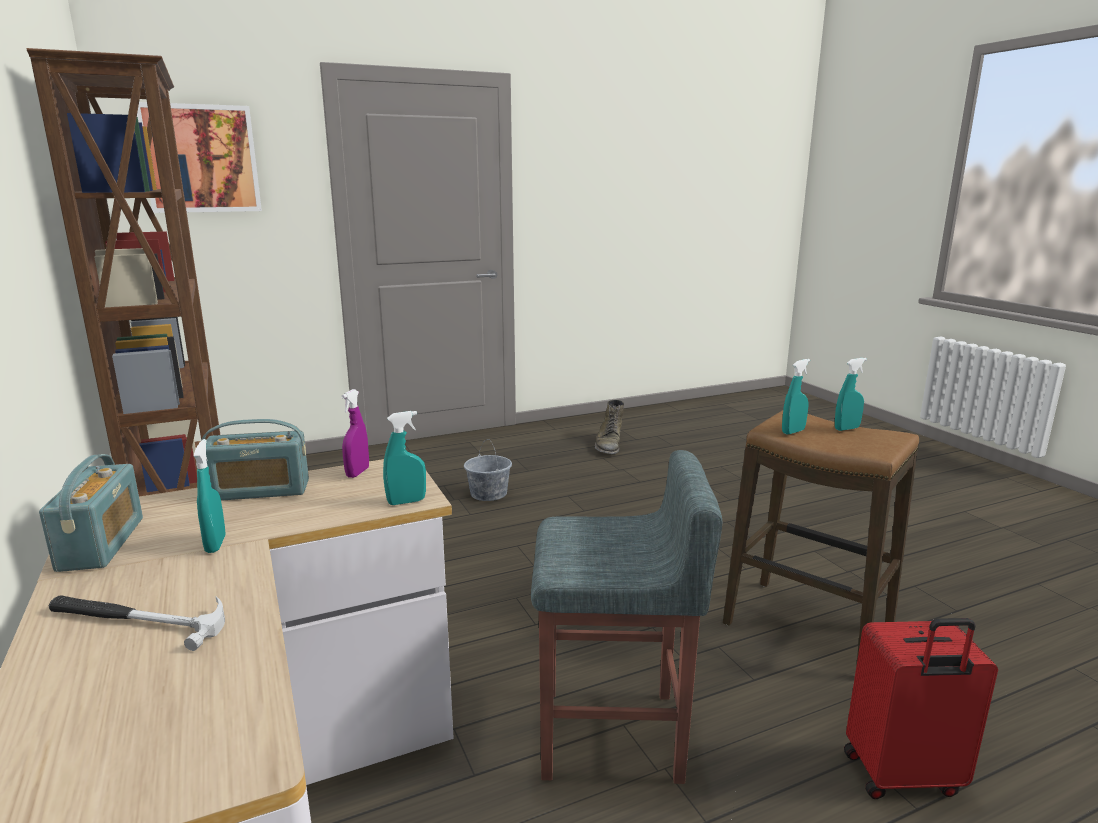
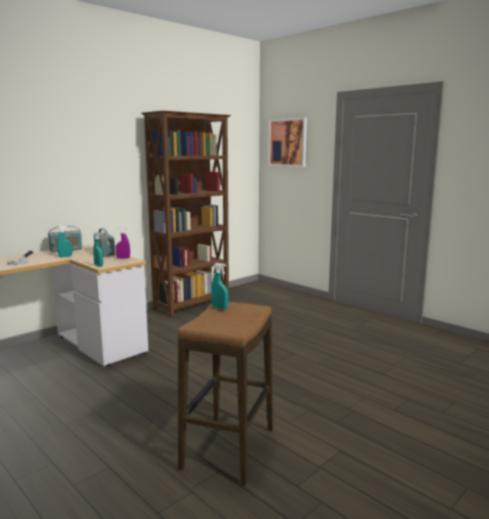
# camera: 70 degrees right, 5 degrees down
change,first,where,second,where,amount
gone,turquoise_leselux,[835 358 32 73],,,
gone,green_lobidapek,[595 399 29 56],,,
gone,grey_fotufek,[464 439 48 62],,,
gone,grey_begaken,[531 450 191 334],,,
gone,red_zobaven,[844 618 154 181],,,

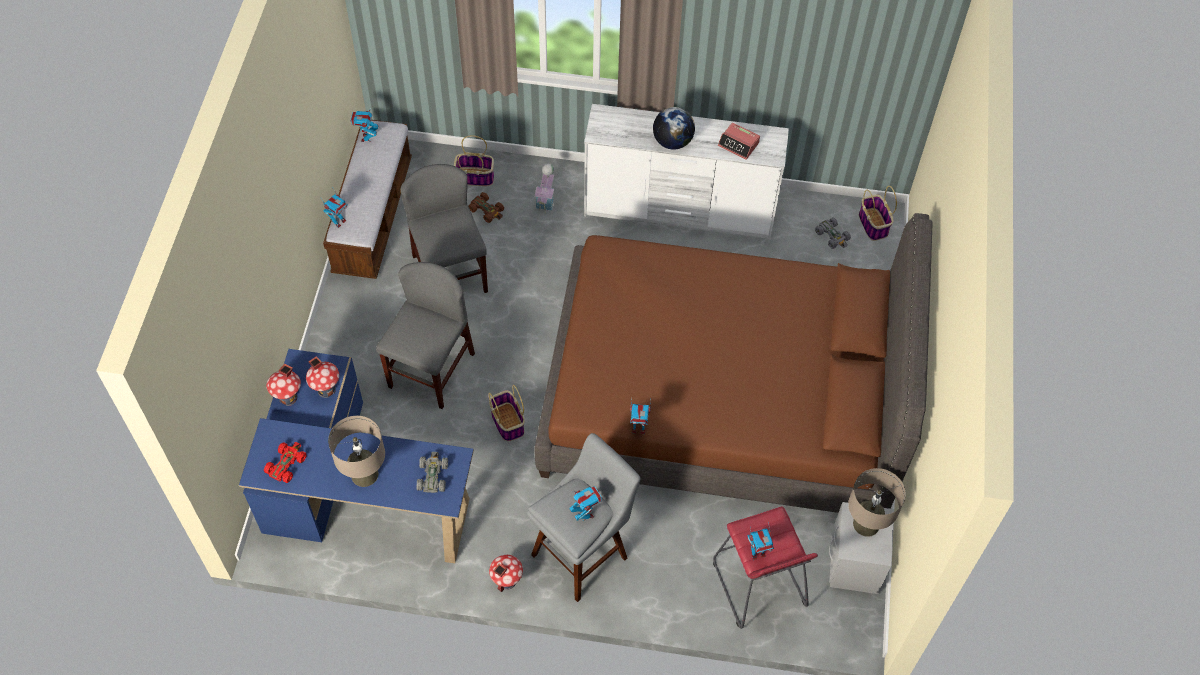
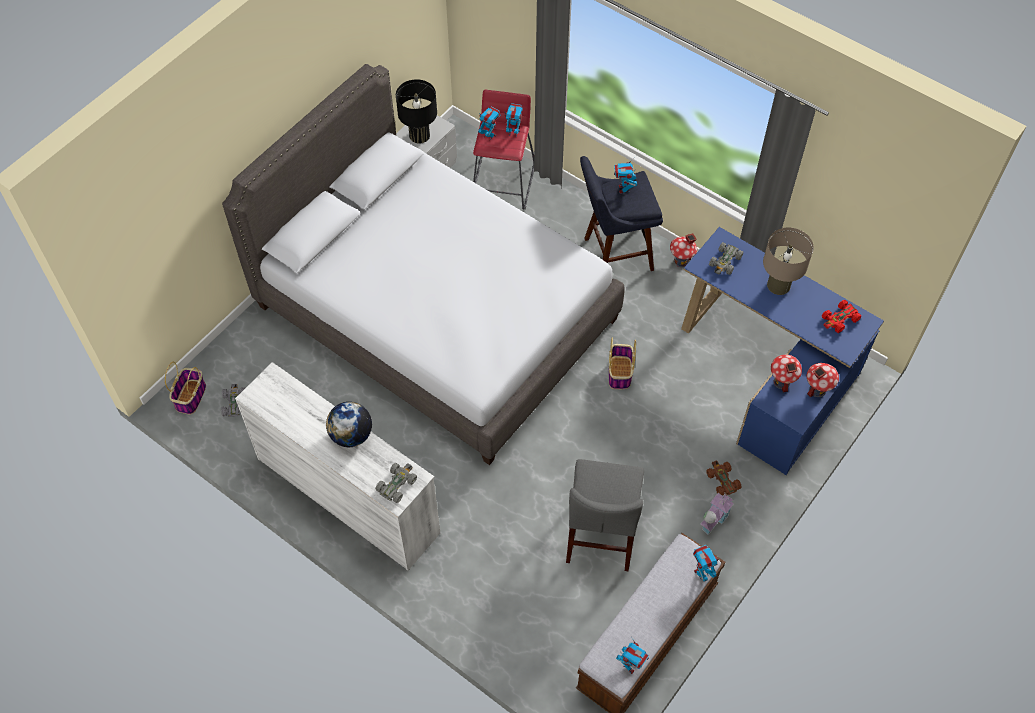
# camera: 150 degrees left, 0 degrees up
change,first,where,second,where,amount
gone,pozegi,[718 123 42 37],,,
gone,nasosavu,[454 136 40 50],,,
shifted,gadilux,[535 163 19 51],,[701 493 33 42],
shifted,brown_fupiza,[468 192 36 31],,[706 461 36 35],
repainted,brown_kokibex,[535 213 398 300],grey_kokibex,[222 64 403 401],
gone,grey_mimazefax,[376 262 99 147],,,
shifted,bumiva,[630 400 21 34],,[478 106 22 35],
repainted,grey_begaken,[527 433 114 169],blue_begaken,[580 156 83 115],
repainted,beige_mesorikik,[848 468 58 69],black_mesorikik,[396 79 41 64],
new,,,grey_fupiza,[375 463 42 40],

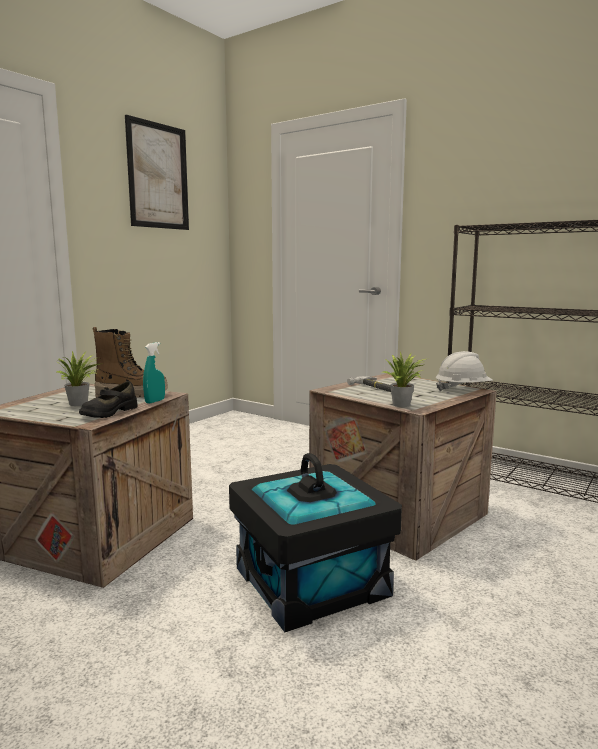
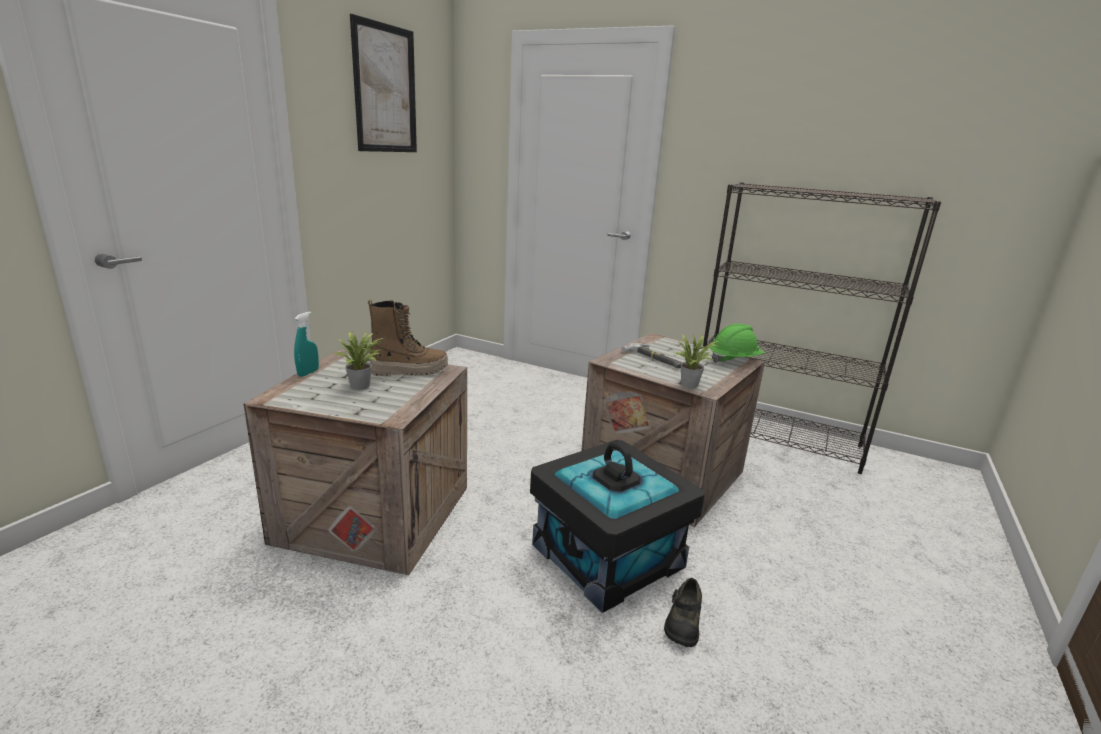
# camera: 10 degrees left, 10 degrees up
change,first,where,second,where,amount
shifted,turquoise_leselux,[143 342 22 62],,[294 312 25 65],
repainted,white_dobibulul,[436 351 57 41],green_dobibulul,[710 324 54 39],
shifted,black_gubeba,[79 381 59 37],,[664 578 38 69],

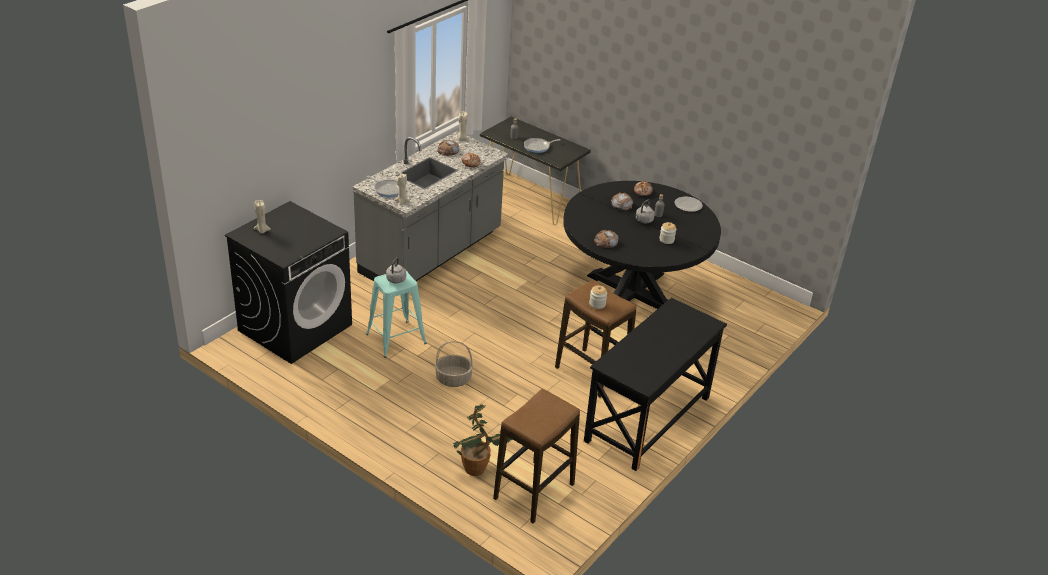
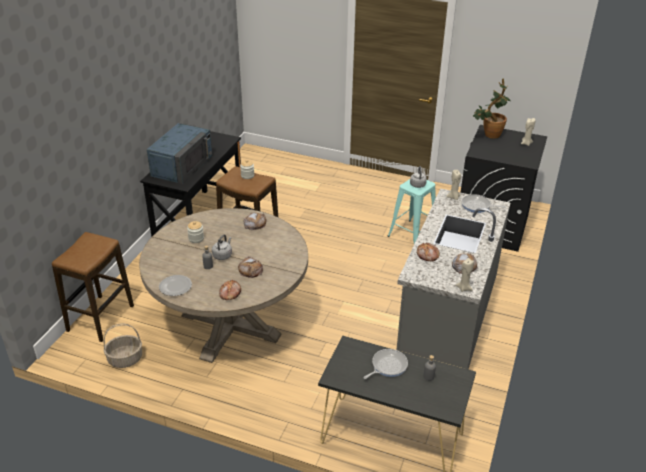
# camera: 165 degrees right, 0 degrees up
change,first,where,second,where,amount
repainted,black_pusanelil,[563 181 158 128],beige_pusanelil,[139 208 169 155],
shifted,nasosavu,[435 341 38 46],,[104 324 38 44],
shifted,begaken,[493 389 87 134],,[52 232 82 110],
shifted,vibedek,[453 404 59 72],,[473 79 37 60],
new,,,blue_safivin,[147 123 65 61],

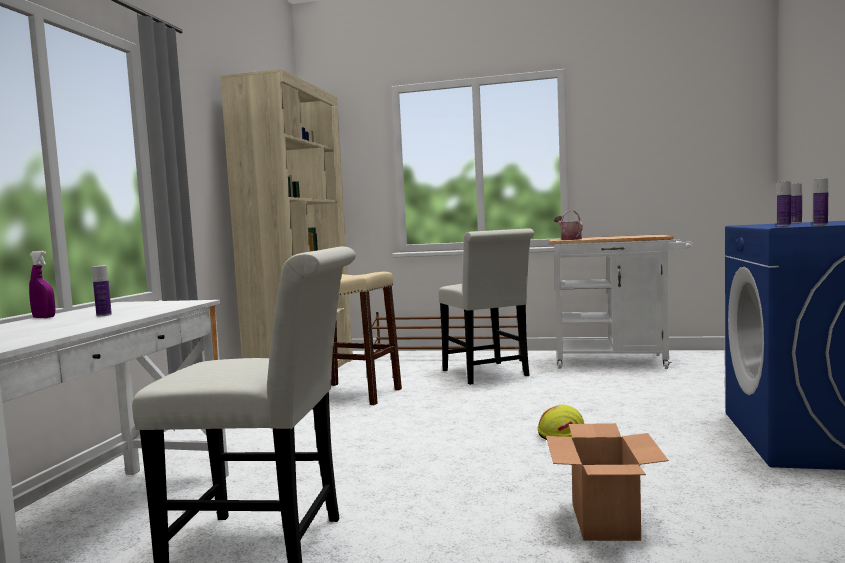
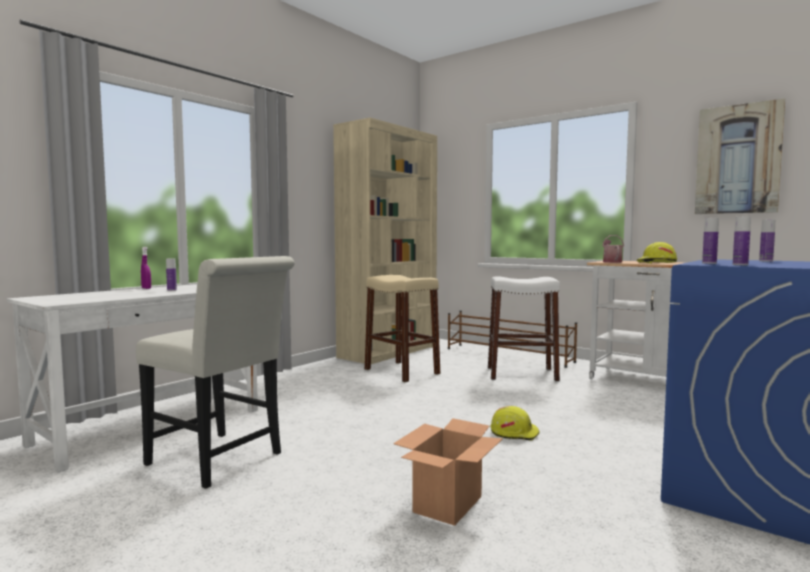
# camera: 25 degrees right, 0 degrees up
change,first,where,second,where,amount
swapped,white_mimazefax,[439 228 95 157],white_begaken,[488 276 72 106],
new,,,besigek,[695 98 90 116],
new,,,yellow_dobibulul,[637 242 40 22],

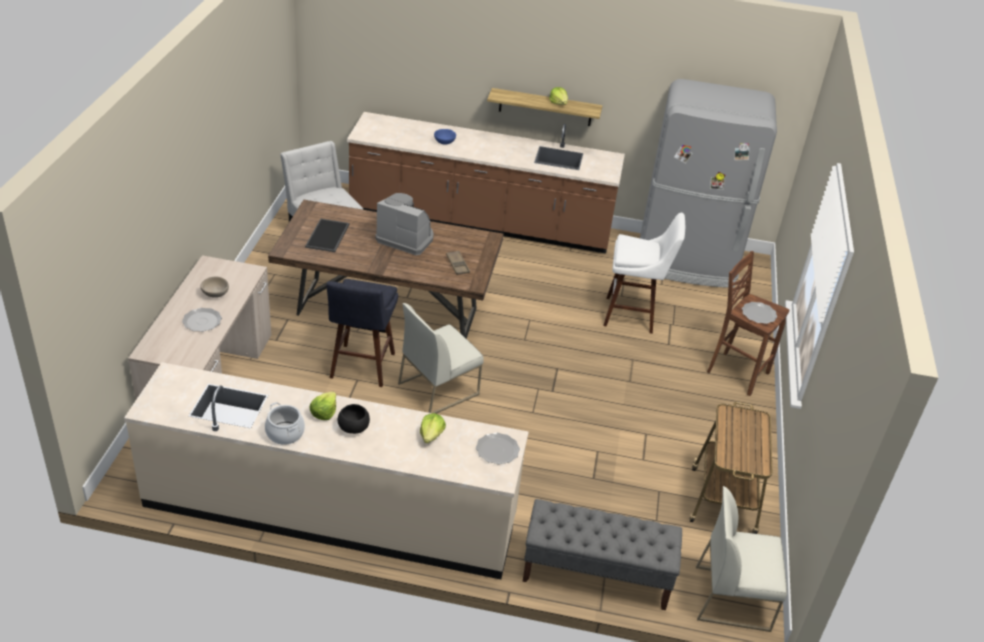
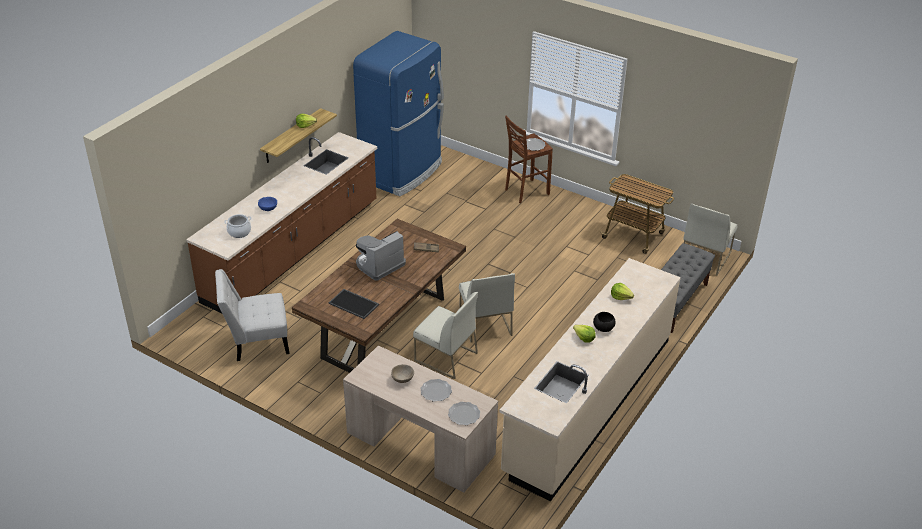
# camera: 65 degrees left, 0 degrees up
change,first,where,second,where,amount
repainted,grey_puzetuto,[640 79 137 209],blue_puzetuto,[353 31 91 165],
gone,white_begaken,[603 213 82 121],,,
swapped,blue_begaken,[326 279 72 108],white_mimazefax,[413 292 65 87],
shifted,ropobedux,[265 402 40 43],,[224 214 27 24],
shifted,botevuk,[476 433 44 32],,[448 402 32 23],

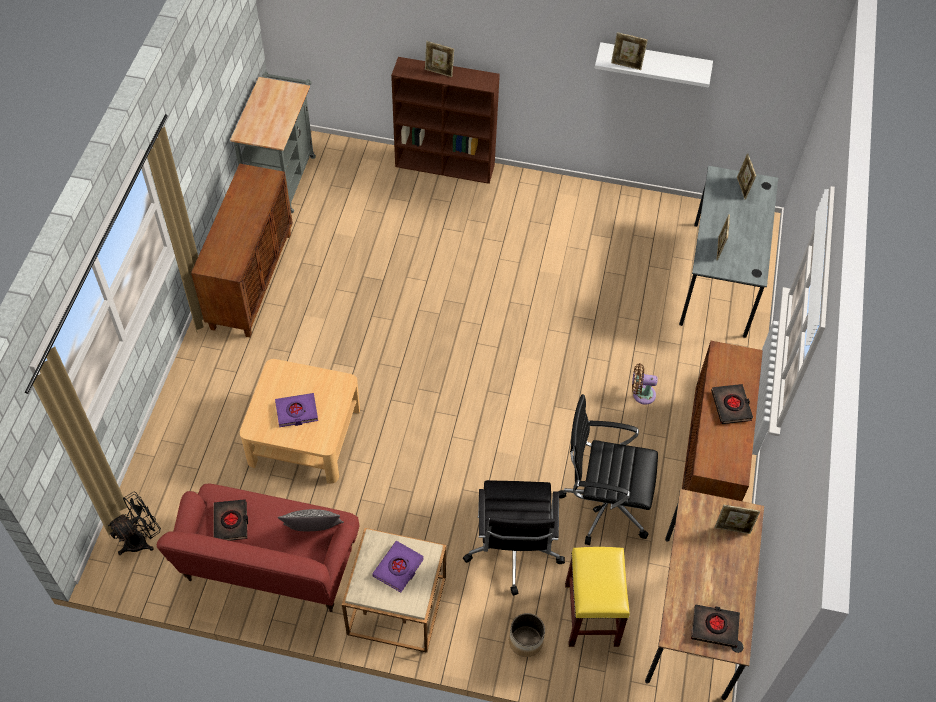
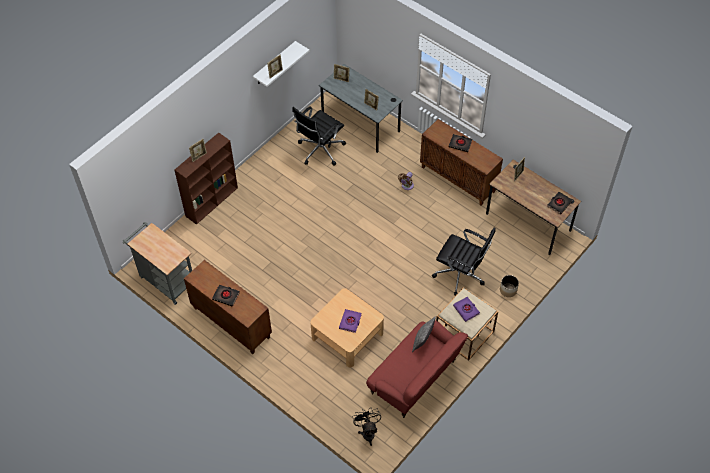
# camera: 60 degrees left, 0 degrees up
change,first,where,second,where,amount
shifted,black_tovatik,[558 394 100 151],,[292 107 54 59],
shifted,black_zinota,[213 499 35 42],,[212 285 28 21],
gone,yellow_begaken,[565 547 65 100],,,

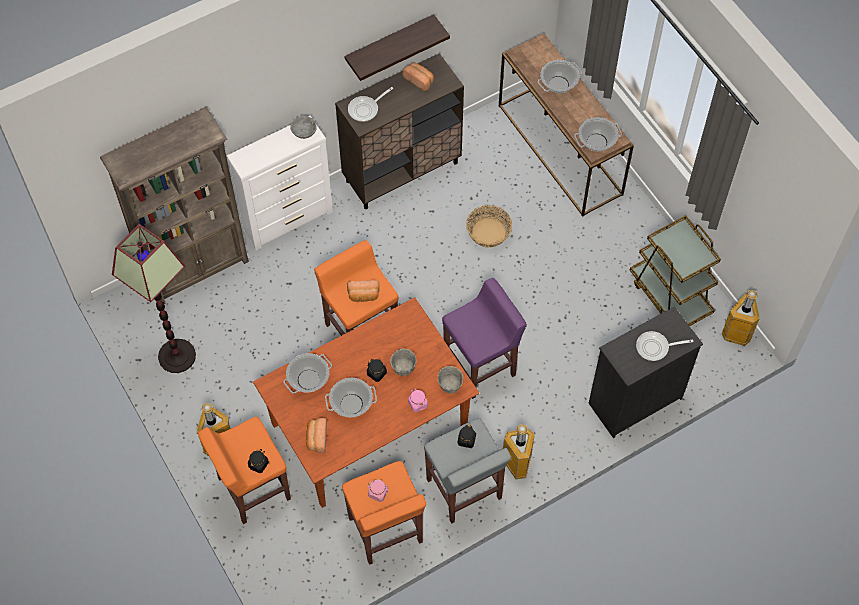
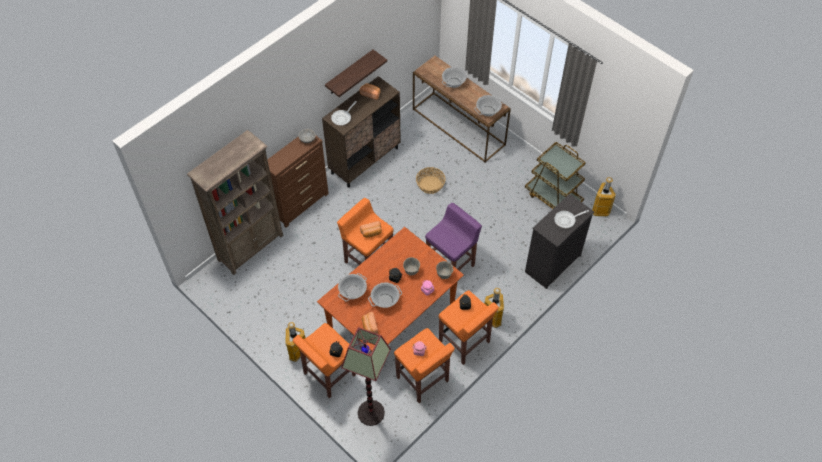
# camera: 15 degrees left, 5 degrees down
change,first,where,second,where,amount
repainted,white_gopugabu,[226 116 107 134],brown_gopugabu,[267 136 62 91],
shifted,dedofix,[112 224 84 149],,[341 327 50 99],
repainted,grey_begaken,[424 418 87 105],orange_begaken,[439 290 60 75],

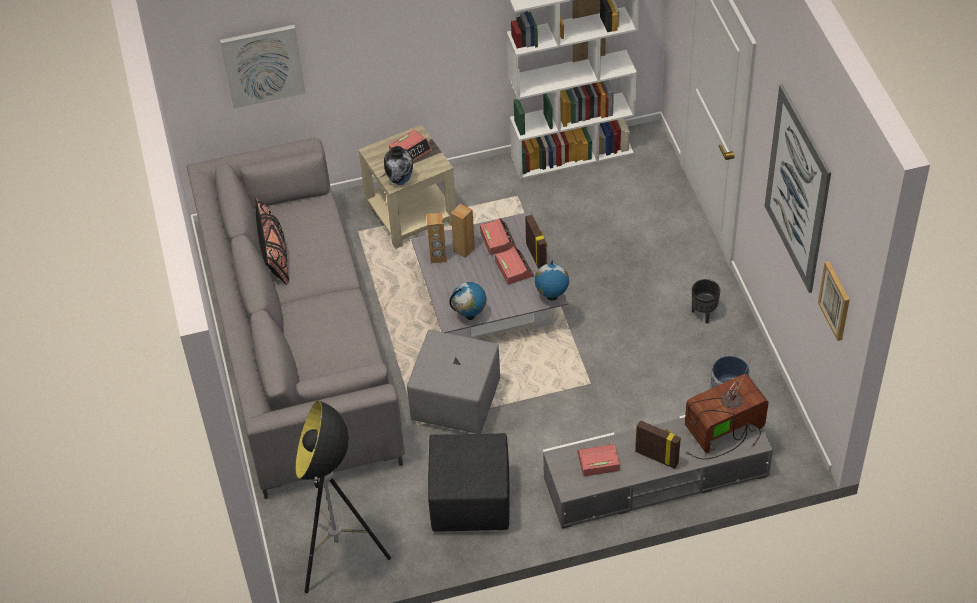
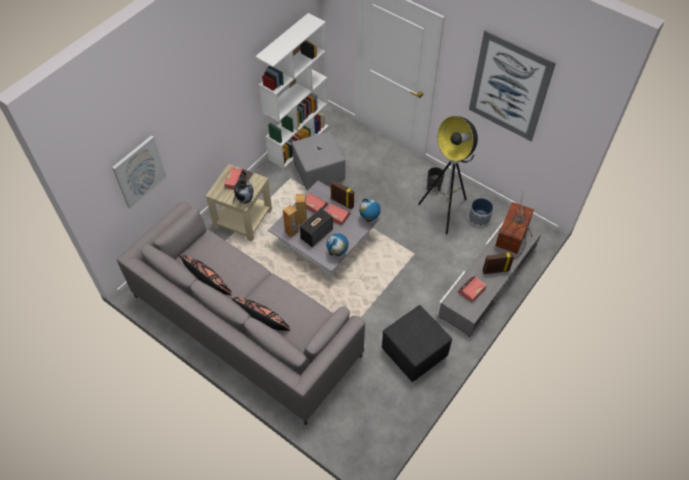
# camera: 40 degrees left, 5 degrees up
change,first,where,second,where,amount
gone,besigek,[818 261 32 80],,,
shifted,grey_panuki,[407 330 93 104],,[292 131 53 60],
shifted,dedofix,[296 401 95 192],,[418 116 60 118],
new,,,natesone,[300 208 33 39],
new,,,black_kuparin,[231 297 59 34],

